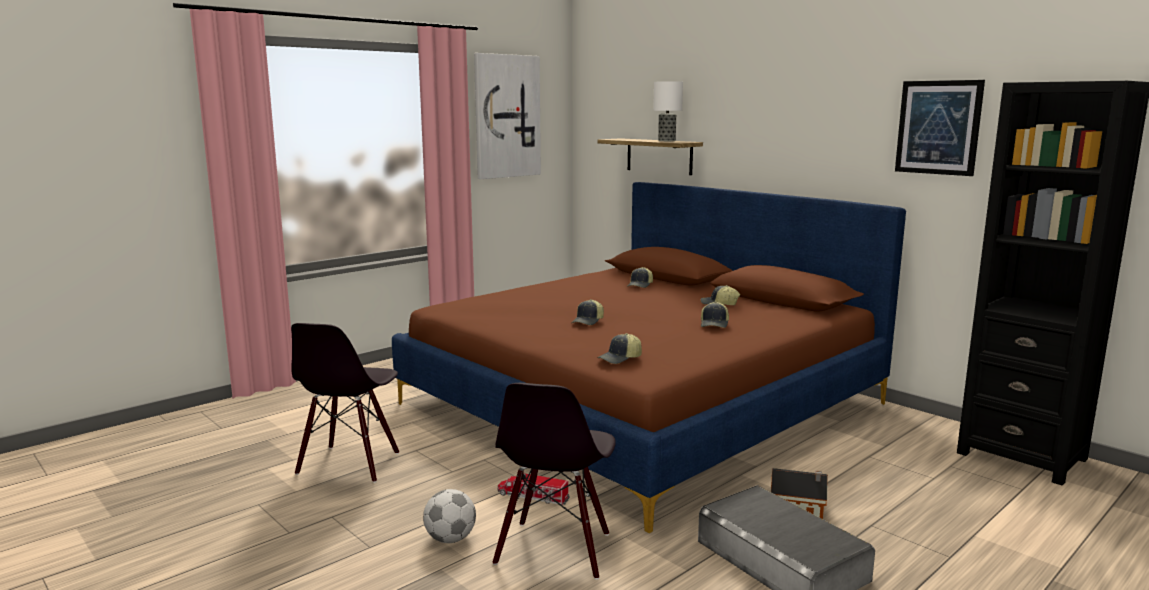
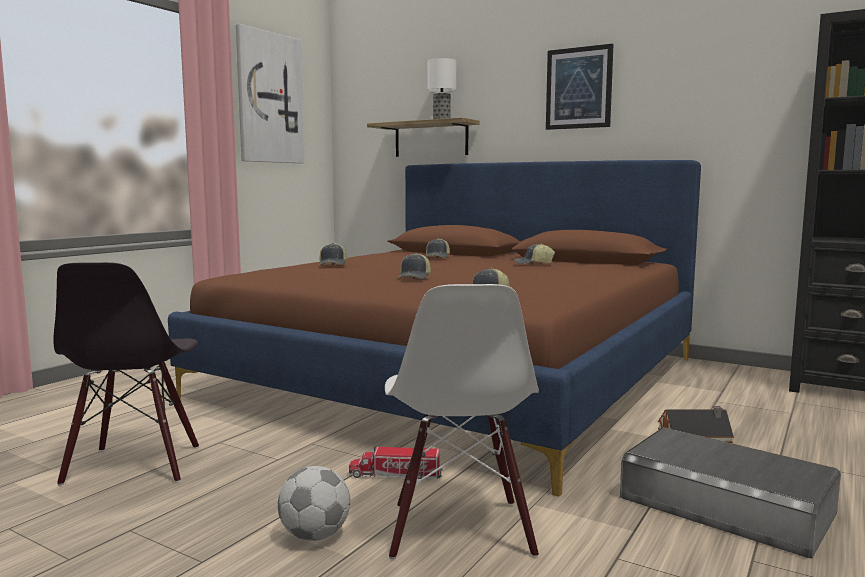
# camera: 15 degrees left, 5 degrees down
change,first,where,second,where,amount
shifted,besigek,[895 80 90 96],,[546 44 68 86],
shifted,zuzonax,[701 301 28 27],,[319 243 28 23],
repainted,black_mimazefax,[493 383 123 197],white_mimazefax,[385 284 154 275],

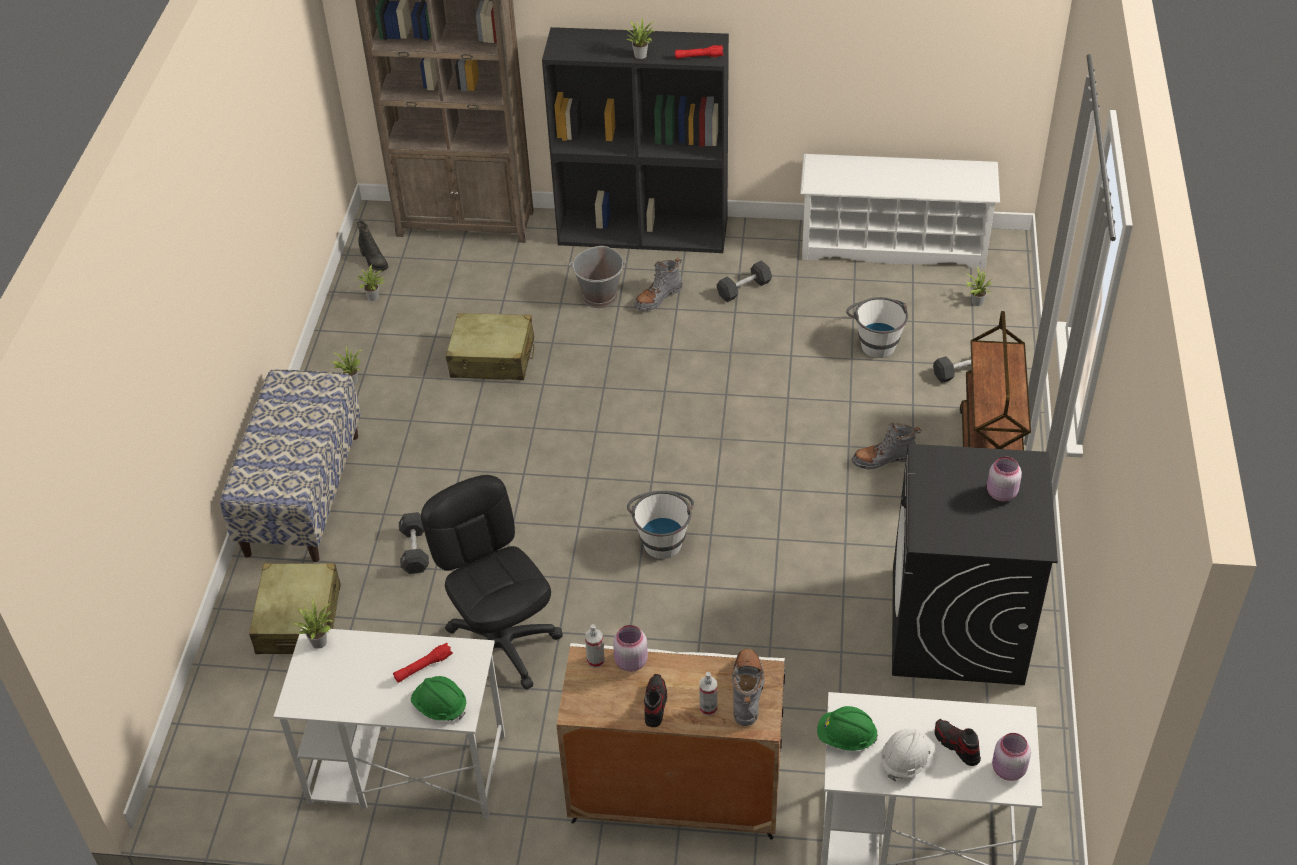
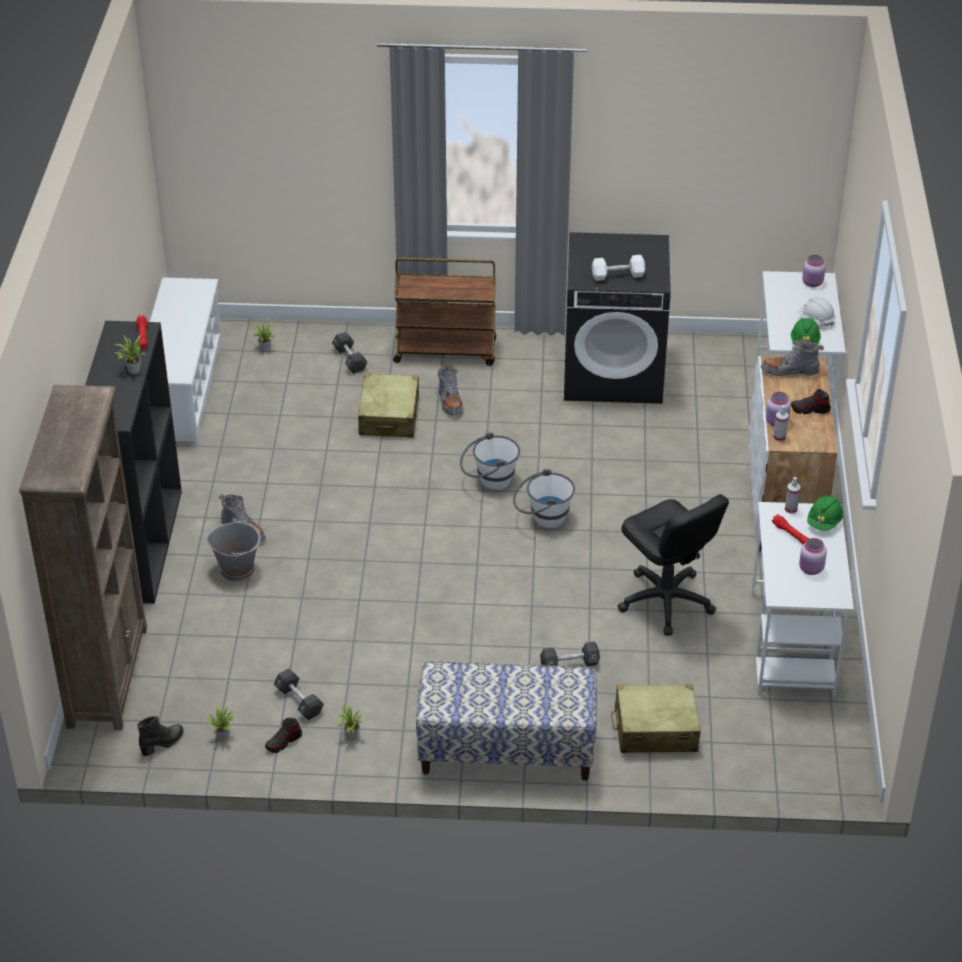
# camera: 95 degrees left, 5 degrees down
change,first,where,second,where,amount
shifted,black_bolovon,[717 260 55 42],,[274 668 50 52],
shifted,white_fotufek,[846 297 62 61],,[460 432 60 58],
shifted,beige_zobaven,[446 313 88 67],,[358 373 61 65],
shifted,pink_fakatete,[987 457 35 45],,[799 538 28 37],
rotated,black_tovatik,[421 475 142 215],,[618 494 111 142],90 degrees counterclockwise
gone,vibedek,[294 599 39 50],,,
shifted,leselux,[699 672 18 44],,[785 477 15 37],
shifted,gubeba,[935 719 46 47],,[265 718 37 35],
new,,,white_bolovon,[592 255 53 26],

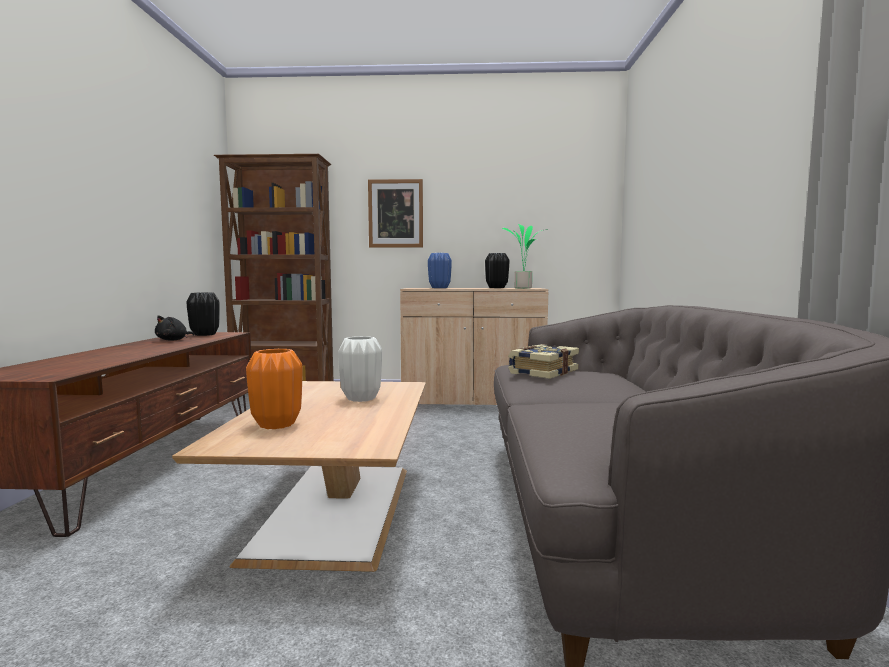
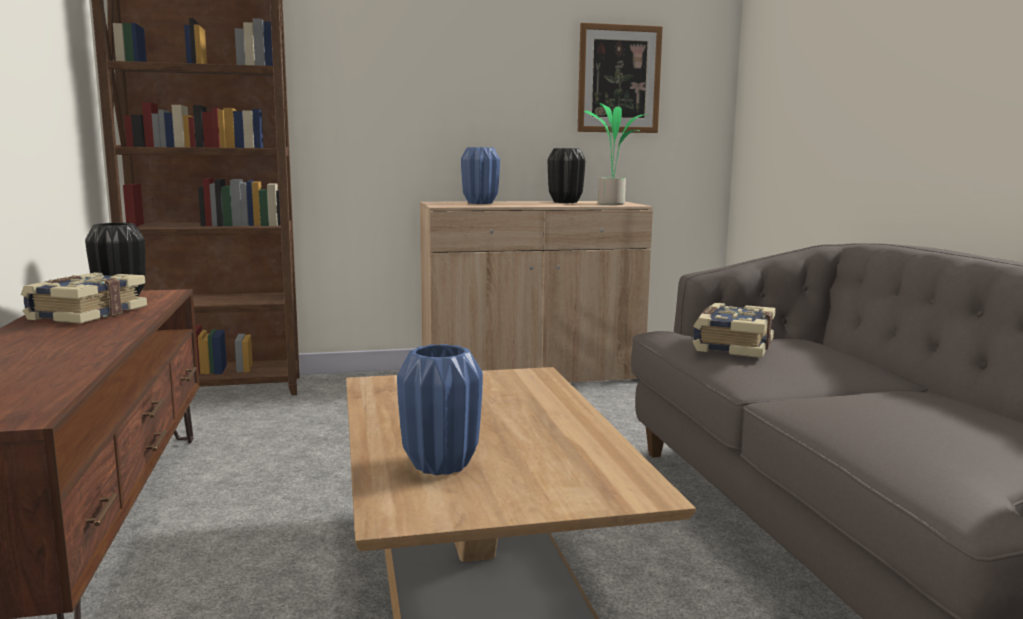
# camera: 15 degrees left, 5 degrees up
change,first,where,second,where,amount
shifted,besigek,[368 179 55 69],,[578 23 85 110],
swapped,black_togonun,[155 316 39 25],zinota,[21 272 126 51],
gone,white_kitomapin,[338 336 44 66],,,
repainted,orange_kitomapin,[246 349 57 80],blue_kitomapin,[397 344 86 131],

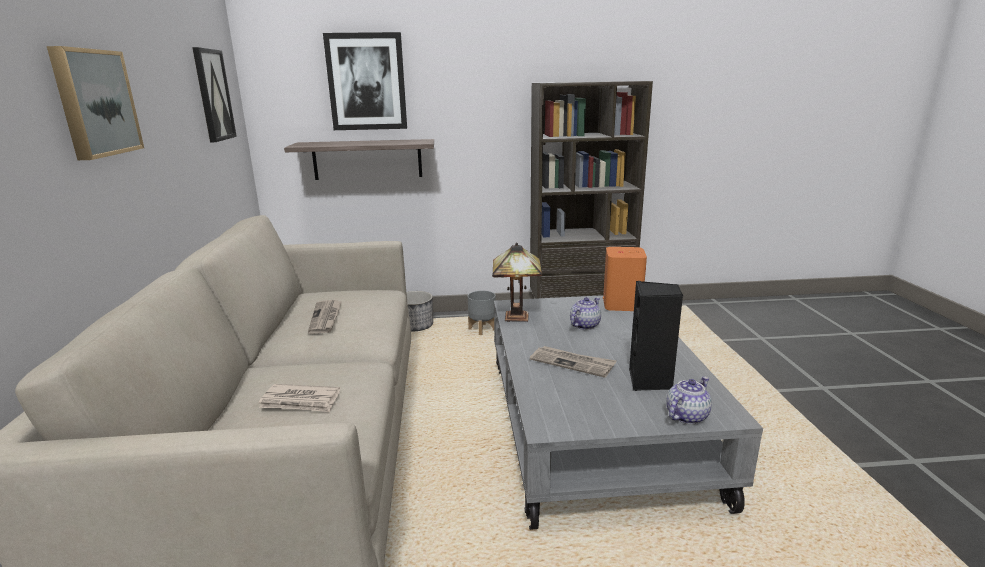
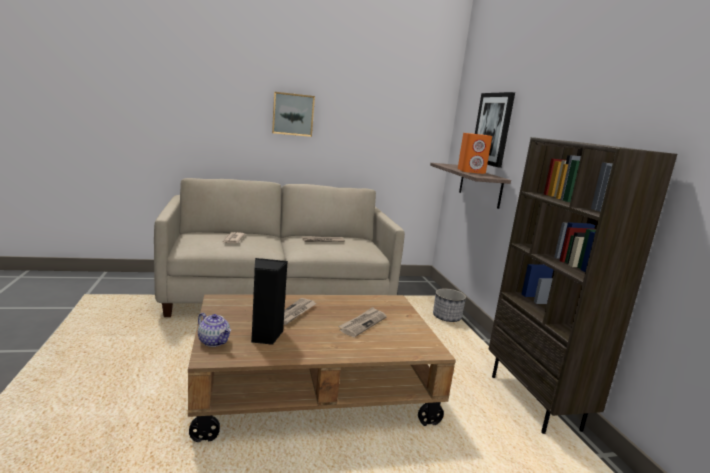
# camera: 80 degrees right, 5 degrees down
change,first,where,second,where,amount
gone,besigek,[192 47 45 95],,,
gone,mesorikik,[492 243 50 79],,,
shifted,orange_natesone,[603 247 44 64],,[458 133 34 41],
gone,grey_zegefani,[468 291 28 44],,,
repainted,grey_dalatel,[494 295 269 235],brown_dalatel,[188 294 268 148],
swapped,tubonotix,[570 297 31 33],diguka,[338 307 49 30],

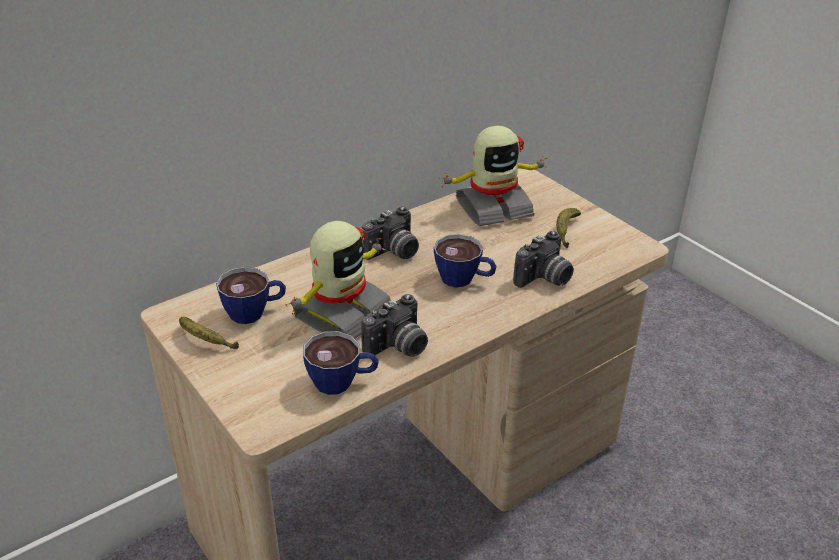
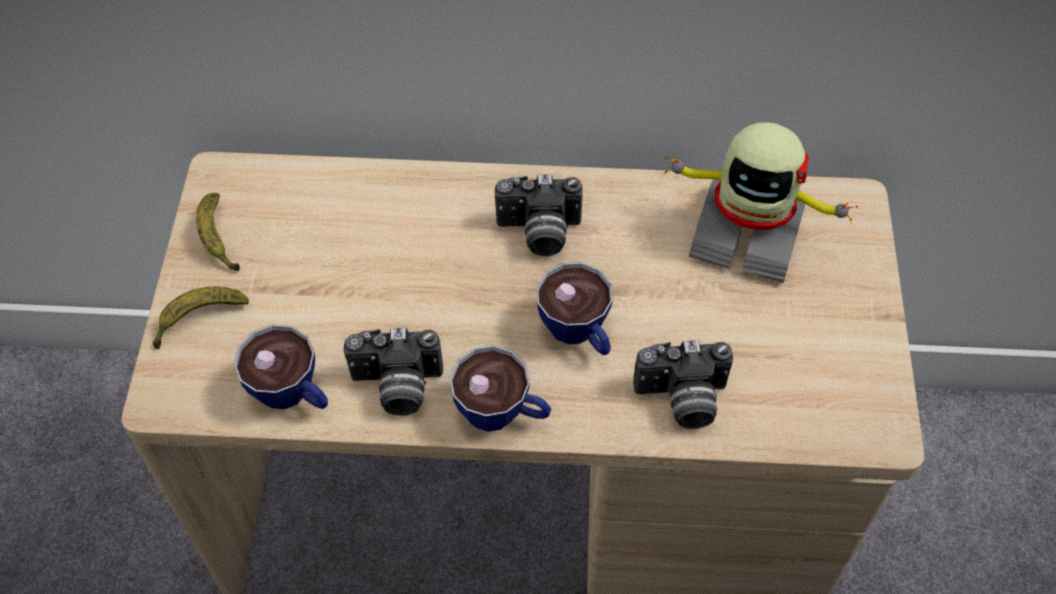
# camera: 40 degrees right, 20 degrees up
change,first,where,second,where,amount
shifted,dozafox,[556 208 25 40],,[153 286 96 63],
gone,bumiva,[286 221 105 118],,,
shifted,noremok,[216 267 70 57],,[450 345 101 87],

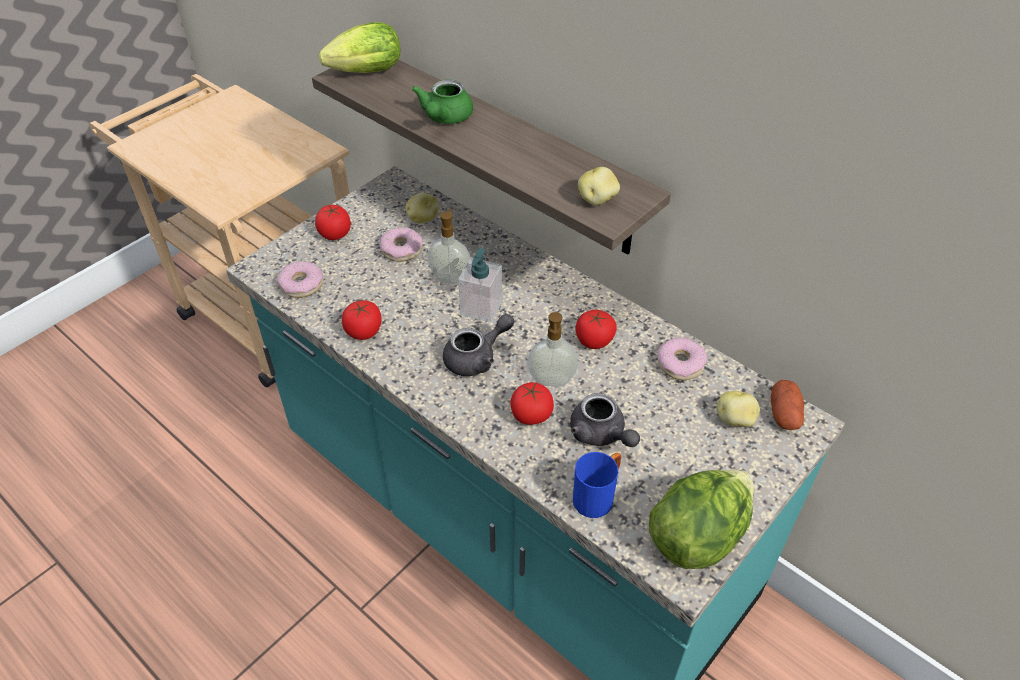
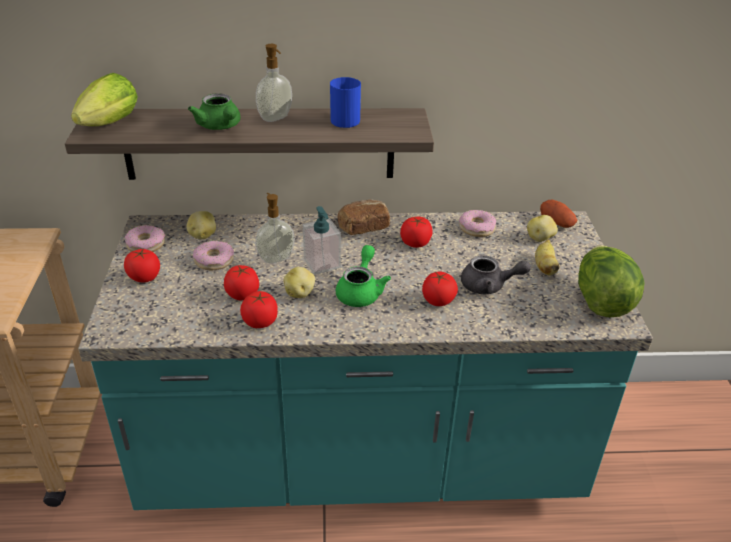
# camera: 45 degrees left, 10 degrees down
change,first,where,second,where,amount
shifted,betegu,[578 167 42 38],,[284 267 31 31],
shifted,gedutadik,[277 261 47 37],,[125 225 40 27],
shifted,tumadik,[527 312 52 74],,[256 44 36 78],
repainted,grey_tubonotix,[443 314 71 62],green_tubonotix,[336 245 55 62],
shifted,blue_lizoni,[573 452 48 66],,[330 77 31 51],
new,,,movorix,[338 199 52 36],
new,,,dozafox,[535 240 24 35],
new,,,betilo,[224 265 35 35],

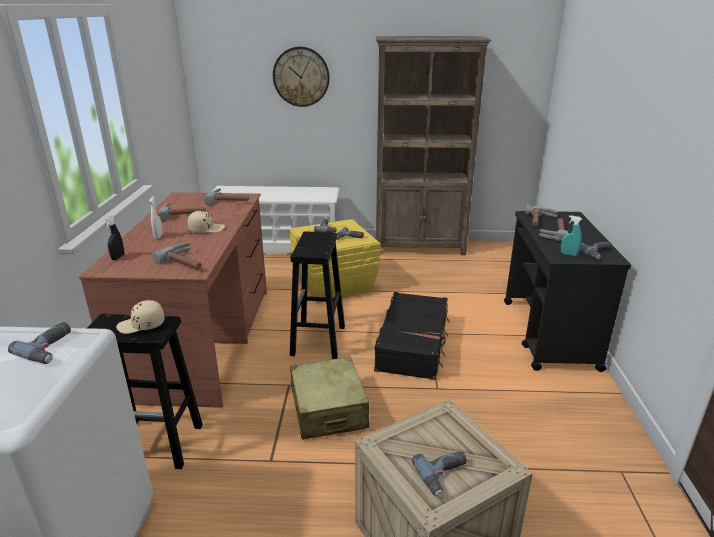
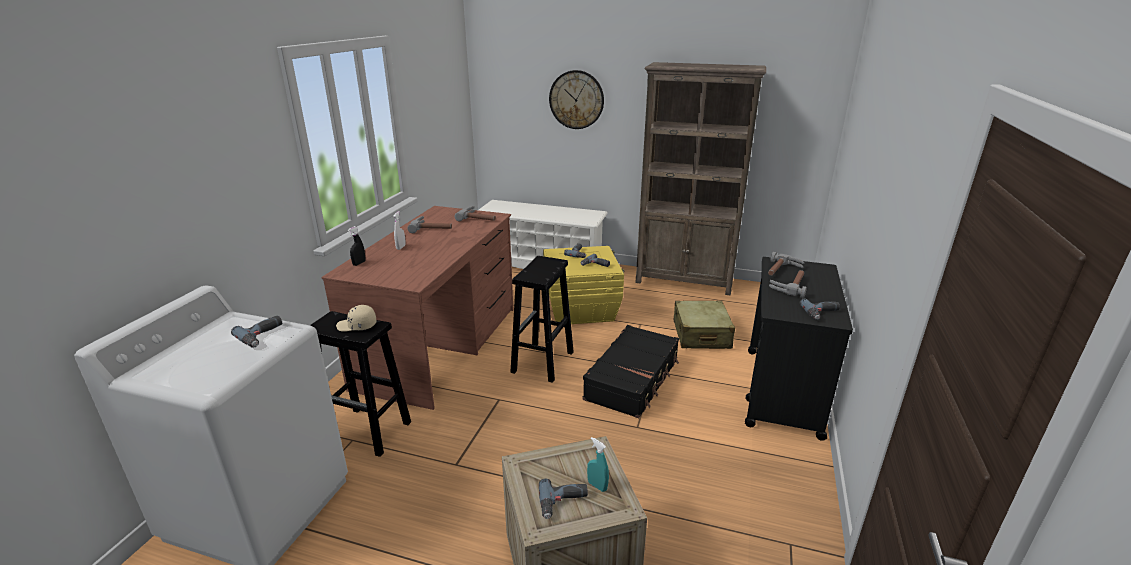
# camera: 15 degrees right, 0 degrees up
change,first,where,second,where,amount
gone,beige_zuzonax,[188 211 37 21],,,
shifted,turquoise_leselux,[561 215 21 41],,[587 437 22 55],
gone,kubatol,[152 243 50 26],,,
shifted,beige_zobaven,[290 357 79 83],,[674 301 61 48],

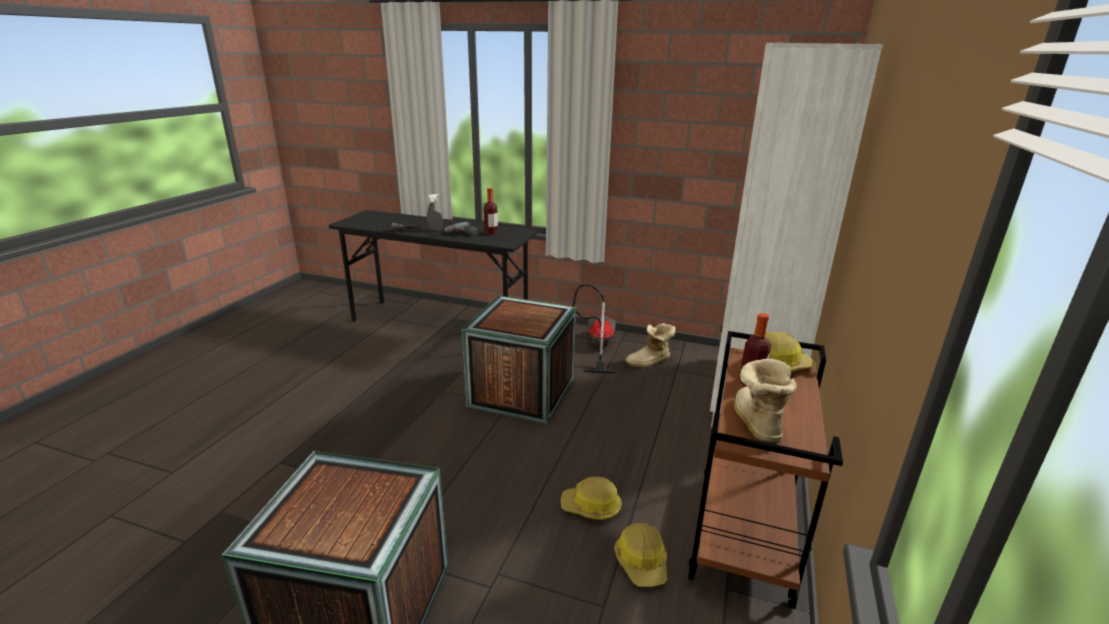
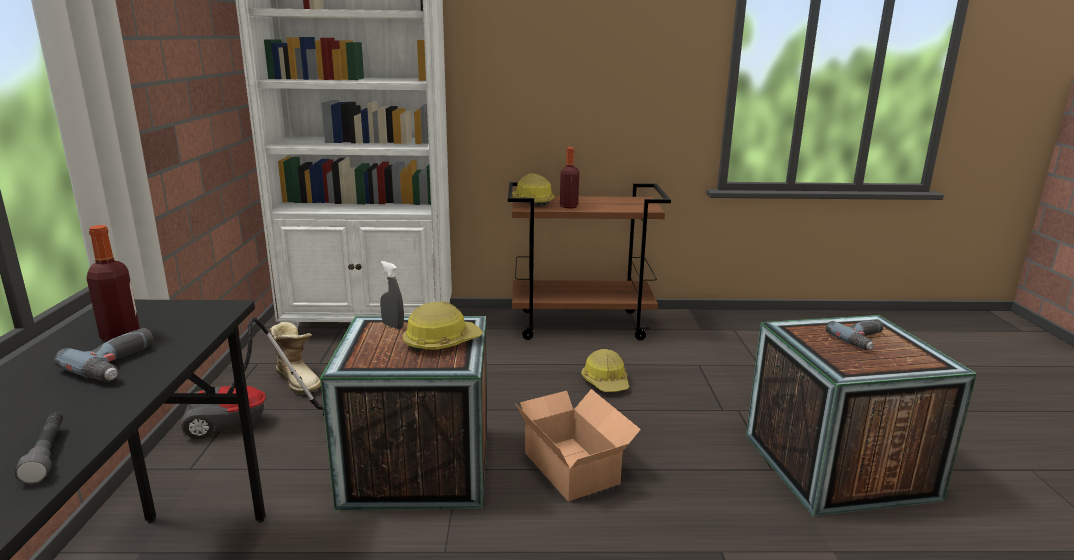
# camera: 110 degrees left, 5 degrees down
change,first,where,second,where,amount
shifted,grey_leselux,[427 194 15 37],,[380 261 24 68],
gone,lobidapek,[734 359 63 85],,,
shifted,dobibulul,[614 523 53 64],,[403 302 80 50],
new,,,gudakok,[826 319 57 31],
new,,,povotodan,[516 389 125 112],

